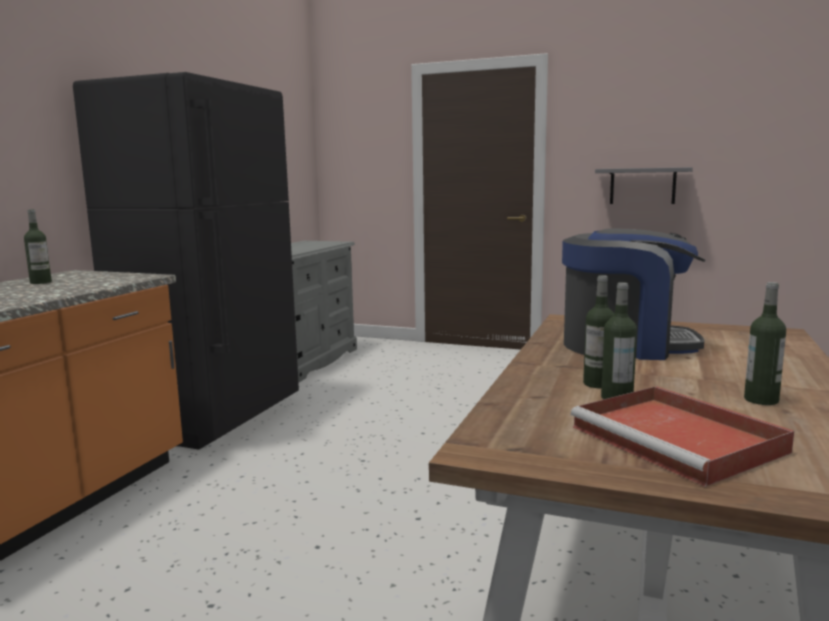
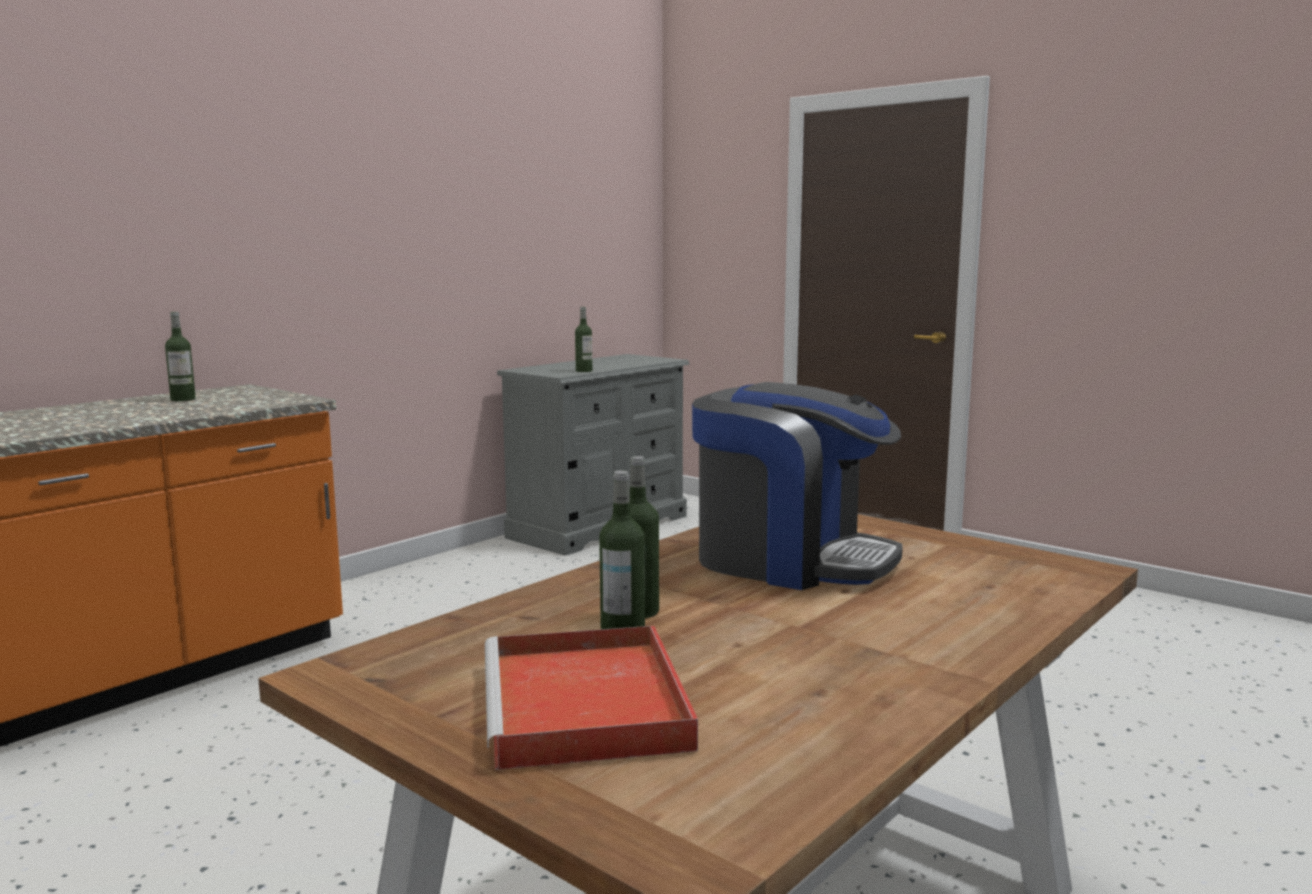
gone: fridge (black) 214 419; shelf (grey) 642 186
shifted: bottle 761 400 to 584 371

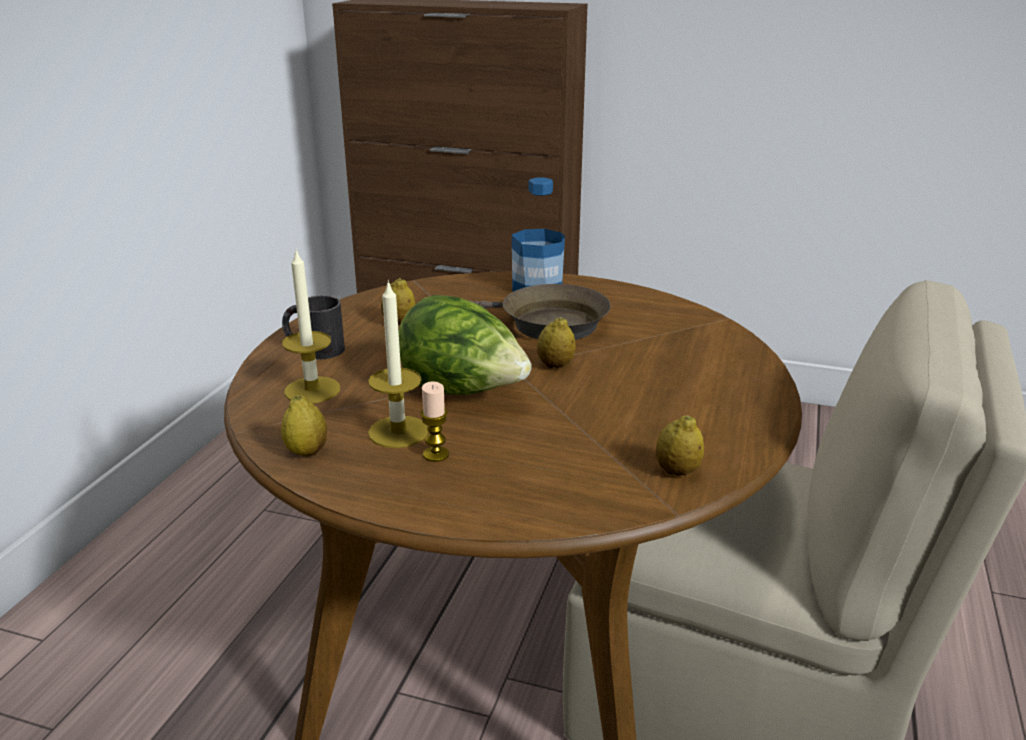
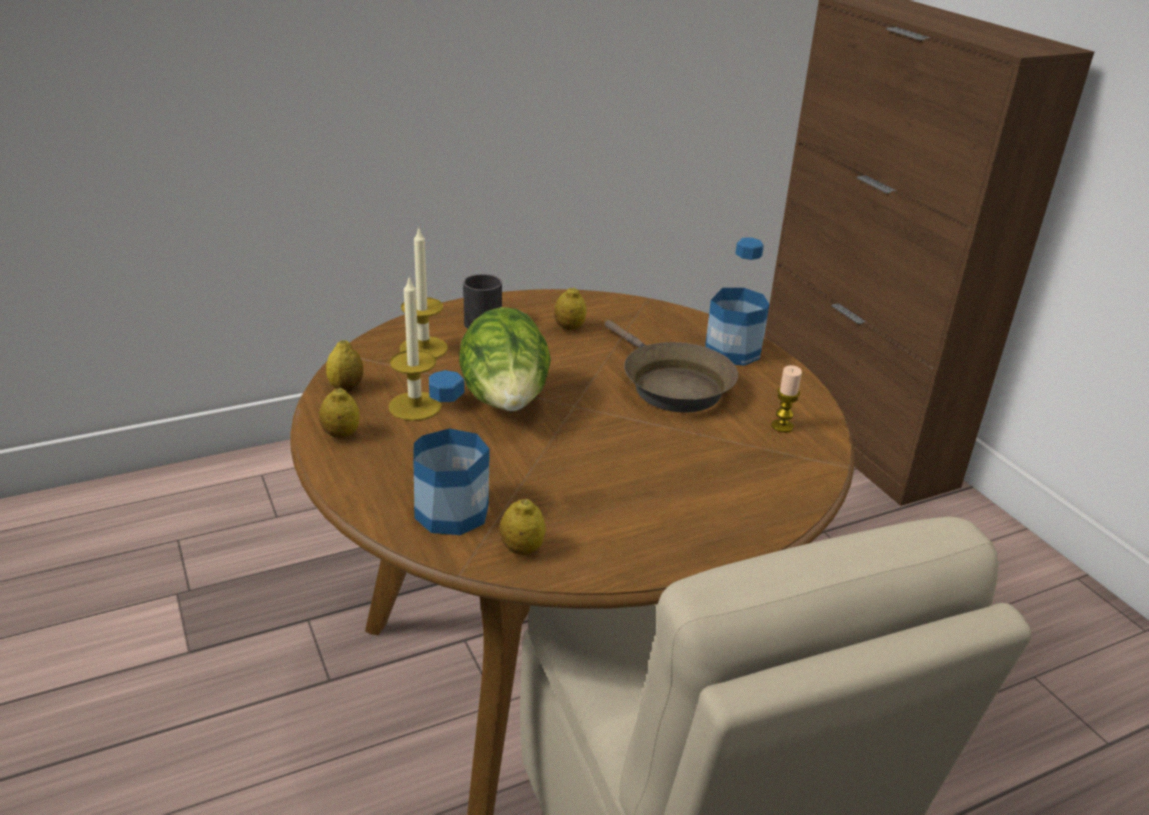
new: bottle 451 512
shifted: lemon 555 365 to 341 434; candle 435 455 to 782 426

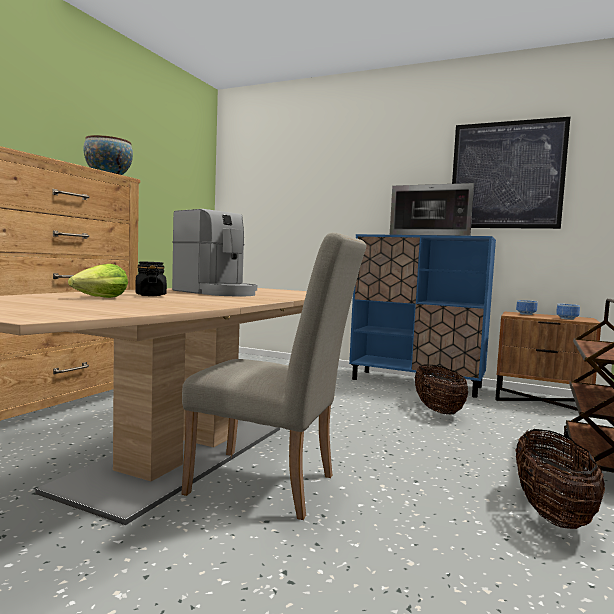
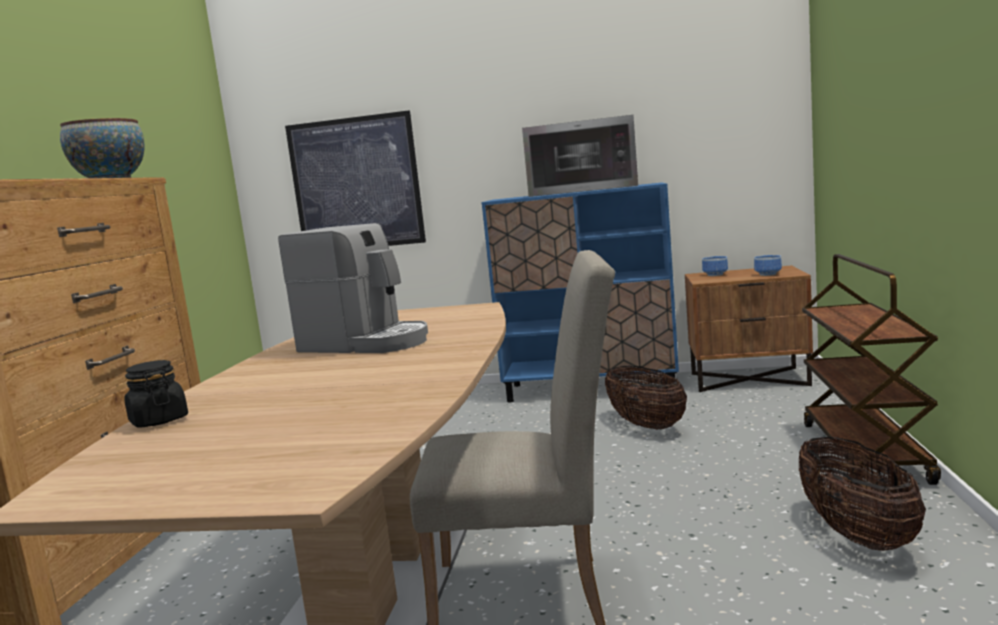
gone: lettuce 101 298
shifted: picture 506 175 to 356 184; jar (black) 150 295 to 158 421

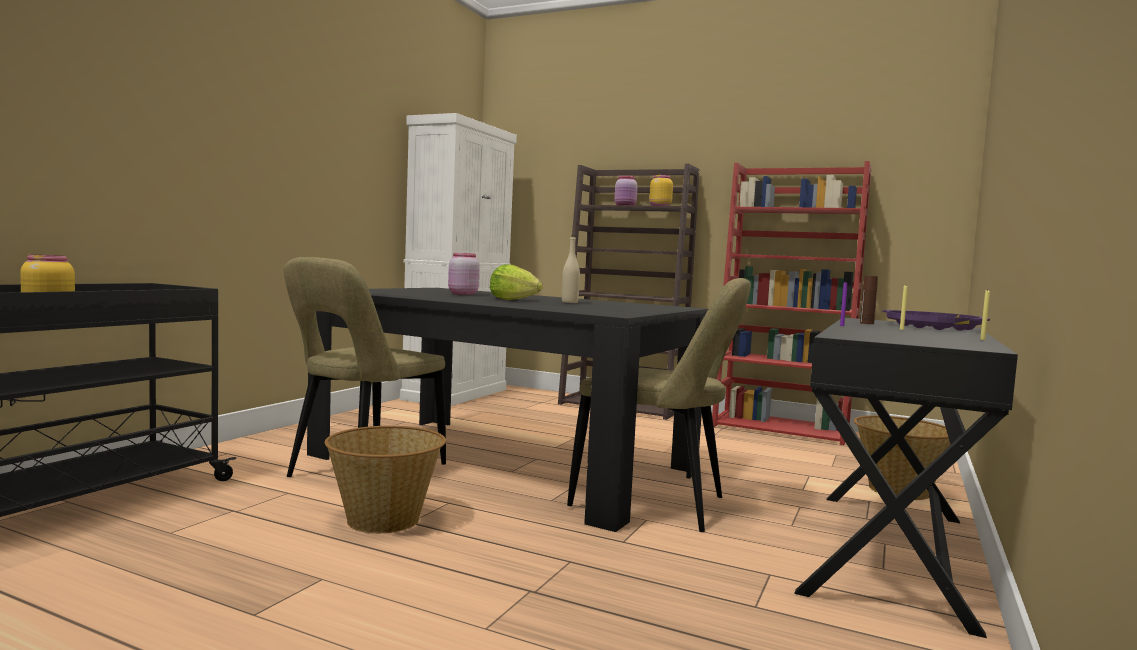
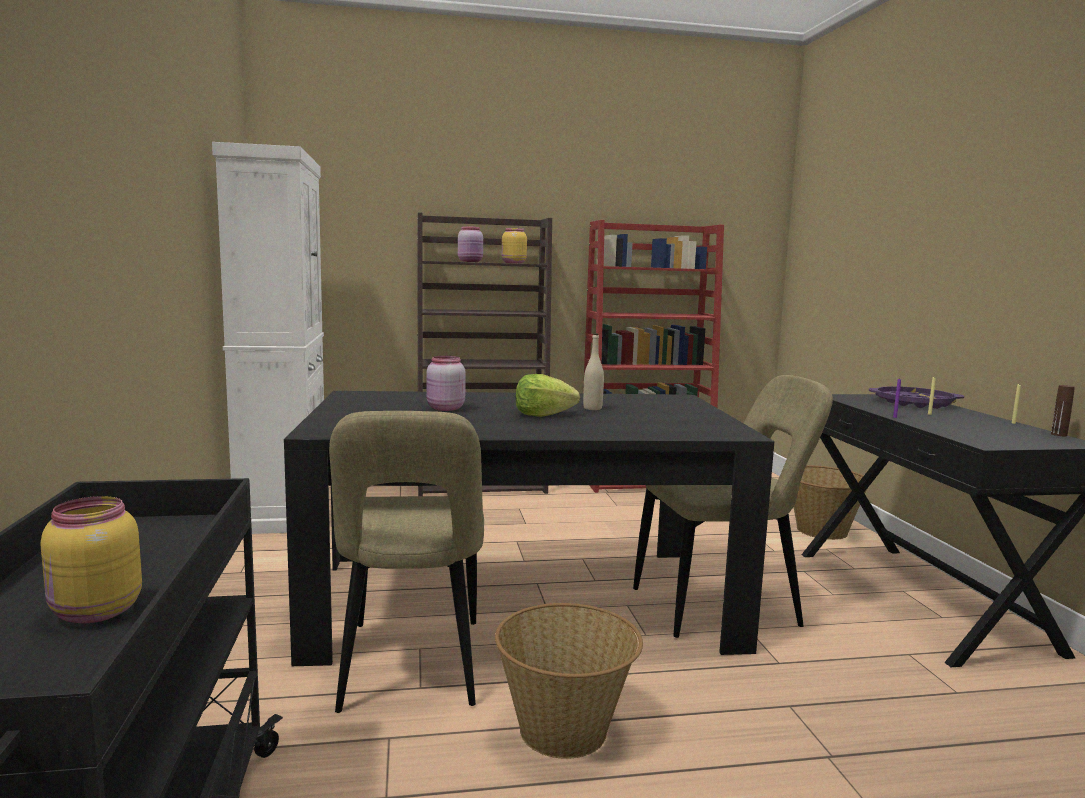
shifted: bottle (brown) 866 323 to 1059 434

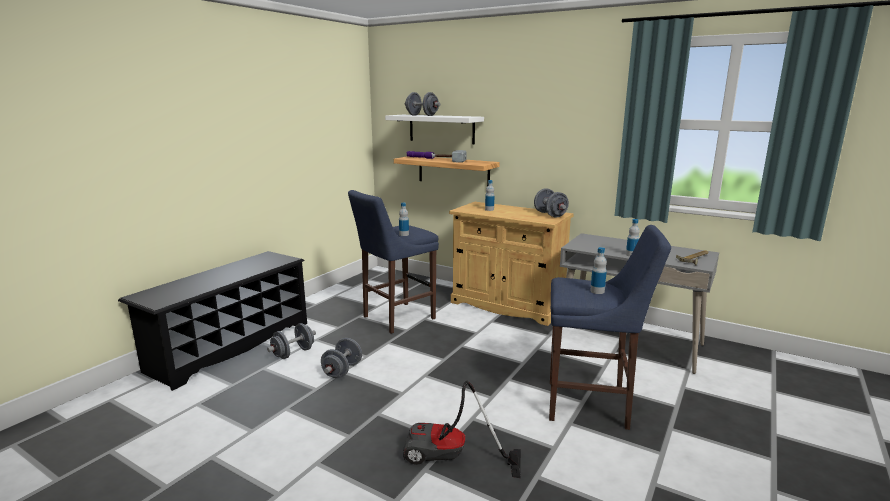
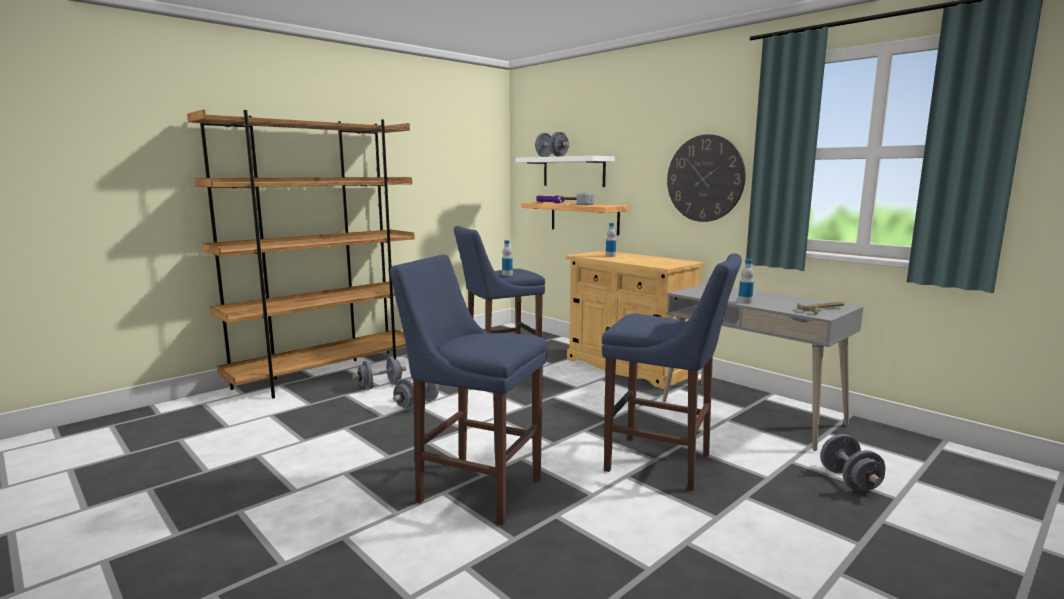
gone: bottle 597 291
new: wall clock 705 178
shifted: dumbbell (grey) 550 214 to 849 481
swapped: shoe rack (black) 231 346 to bookcase (brown) 328 375; vacuum cleaner 450 459 to stool (blue) 474 488

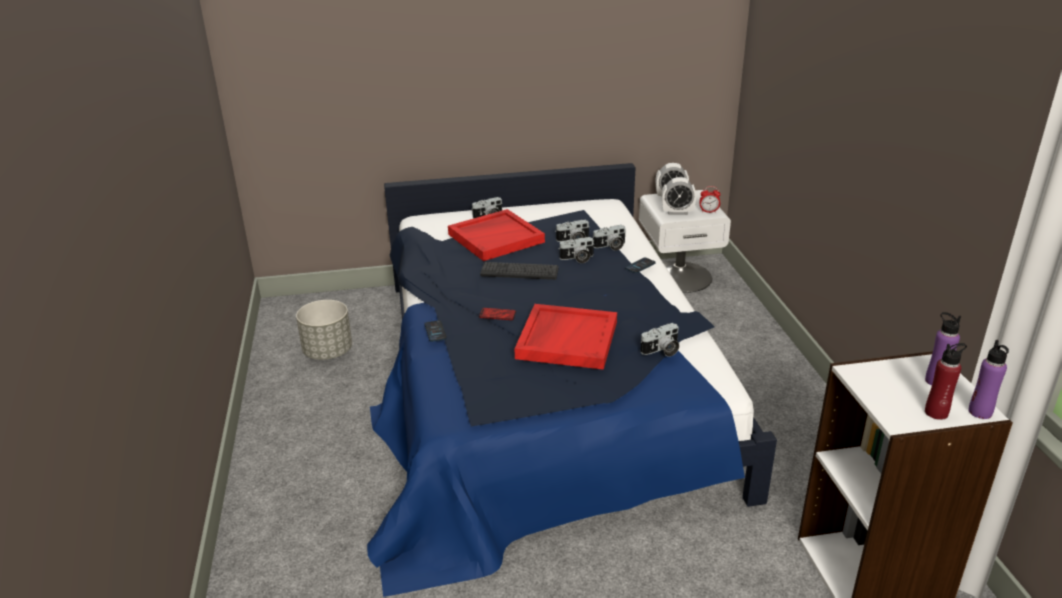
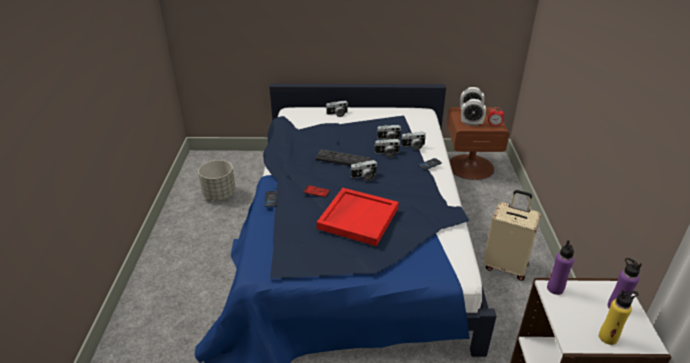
gone: tray (red) 496 238
new: suitcase (beige) 505 266
shifted: photo camera 661 351 to 364 177; bottle (purple) 980 412 to 555 288
repainted: nightstand (white) 678 276 to nightstand (brown) 470 166; bottle (red) 936 412 to bottle (yellow) 608 337

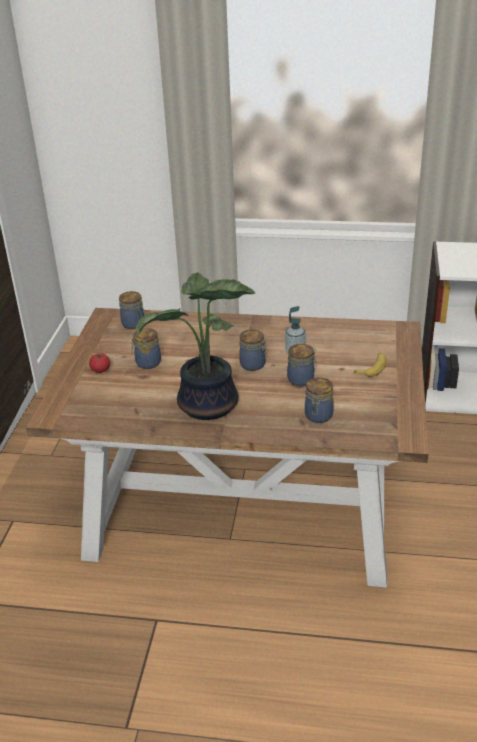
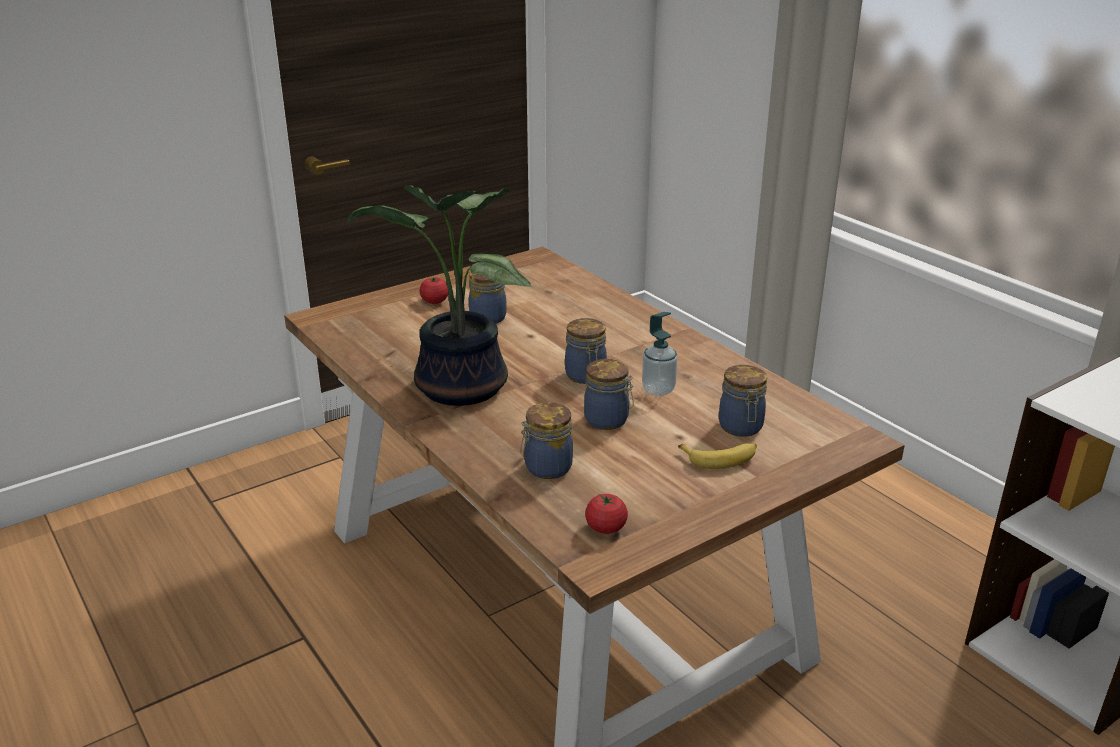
new: tomato 606 528
shifted: jar 134 324 to 741 428

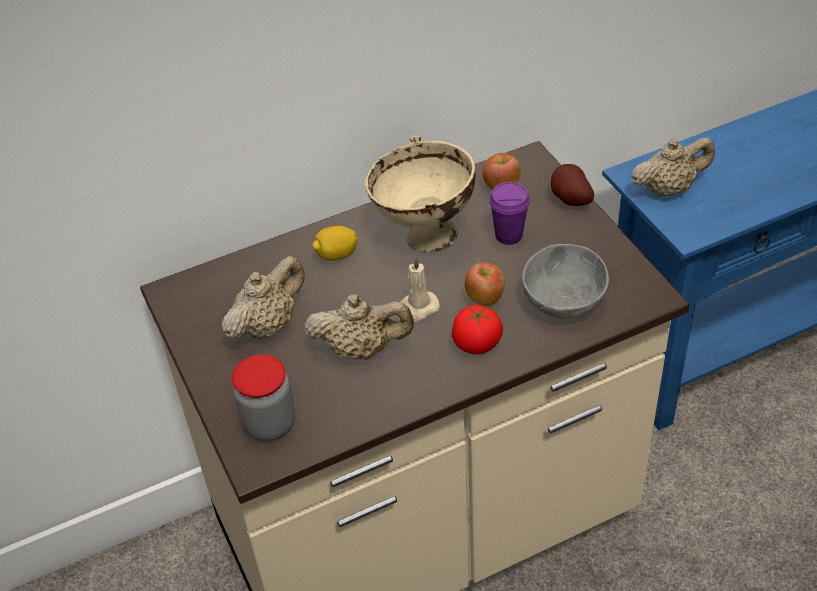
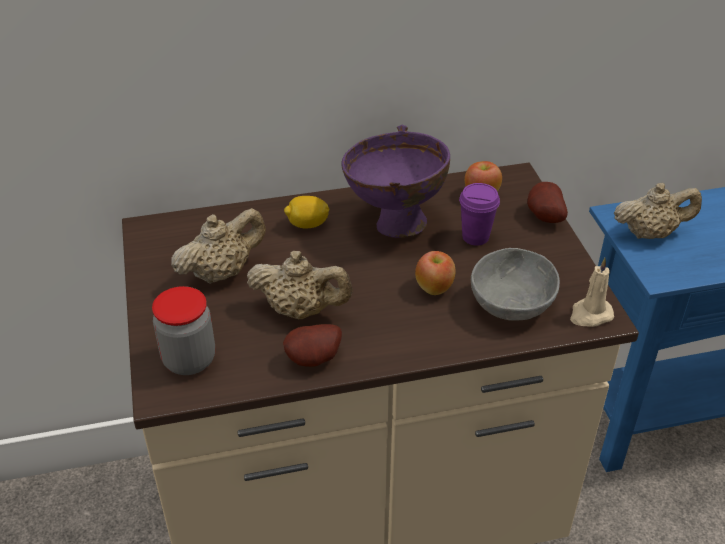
gone: tomato 477 343
new: potato 315 360
shifted: candle (beige) 417 309 to 590 315
repainted: bowl (beige) 424 238 to bowl (purple) 394 225

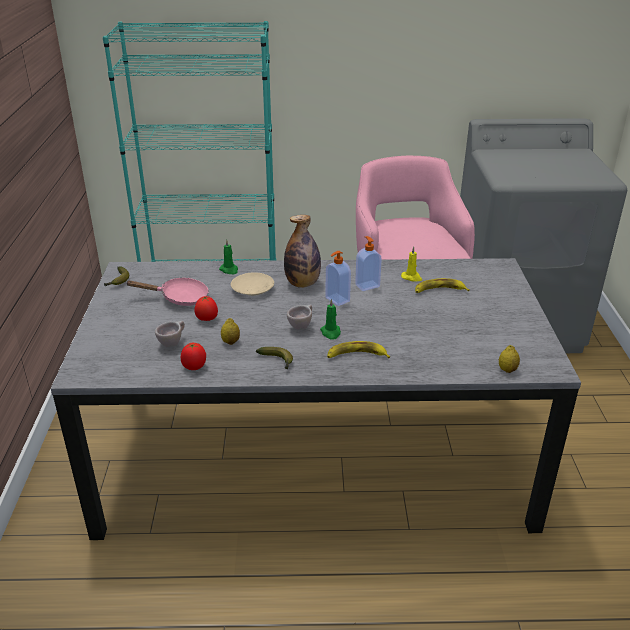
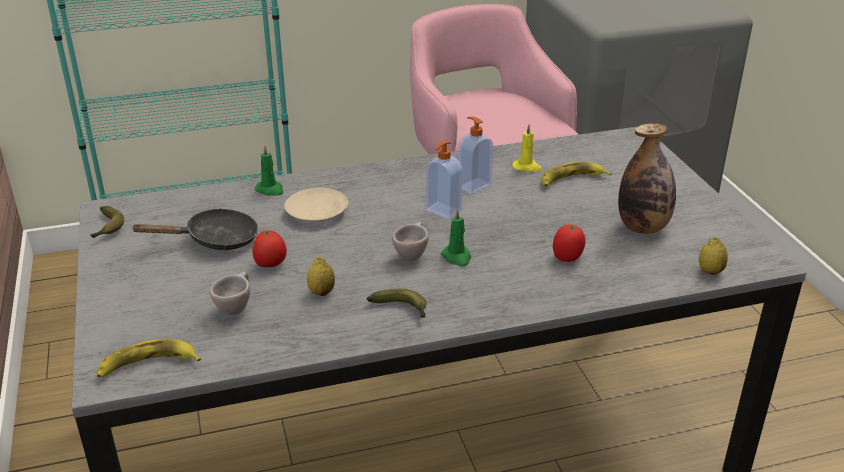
shifted: bottle 302 283 to 643 227; banana 356 355 to 148 364; tomato 194 367 to 567 258
repainted: frying pan (pink) 179 298 to frying pan (black) 215 240

